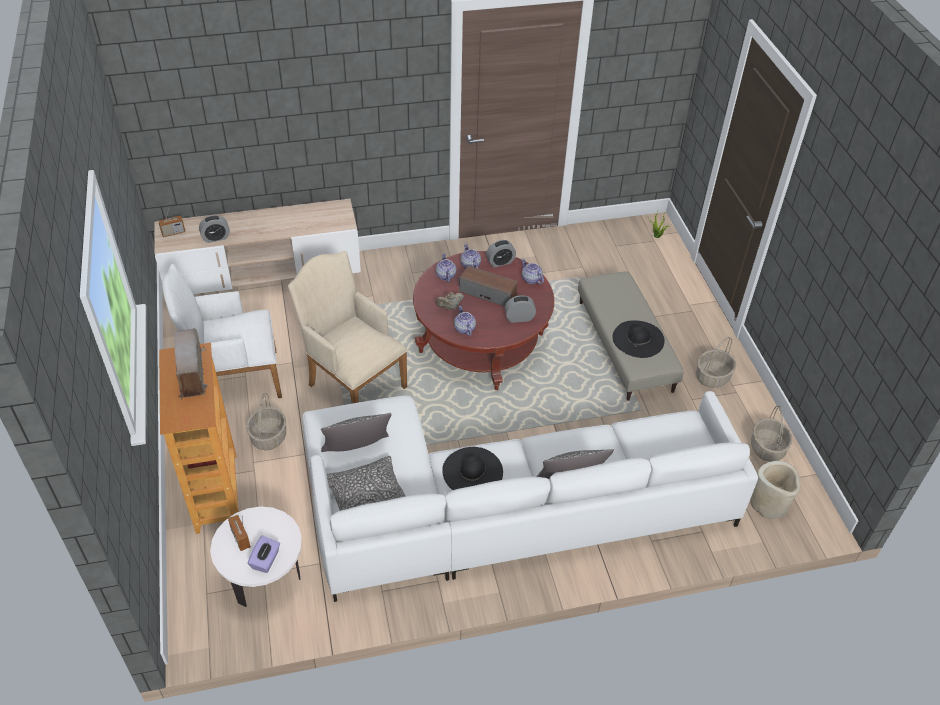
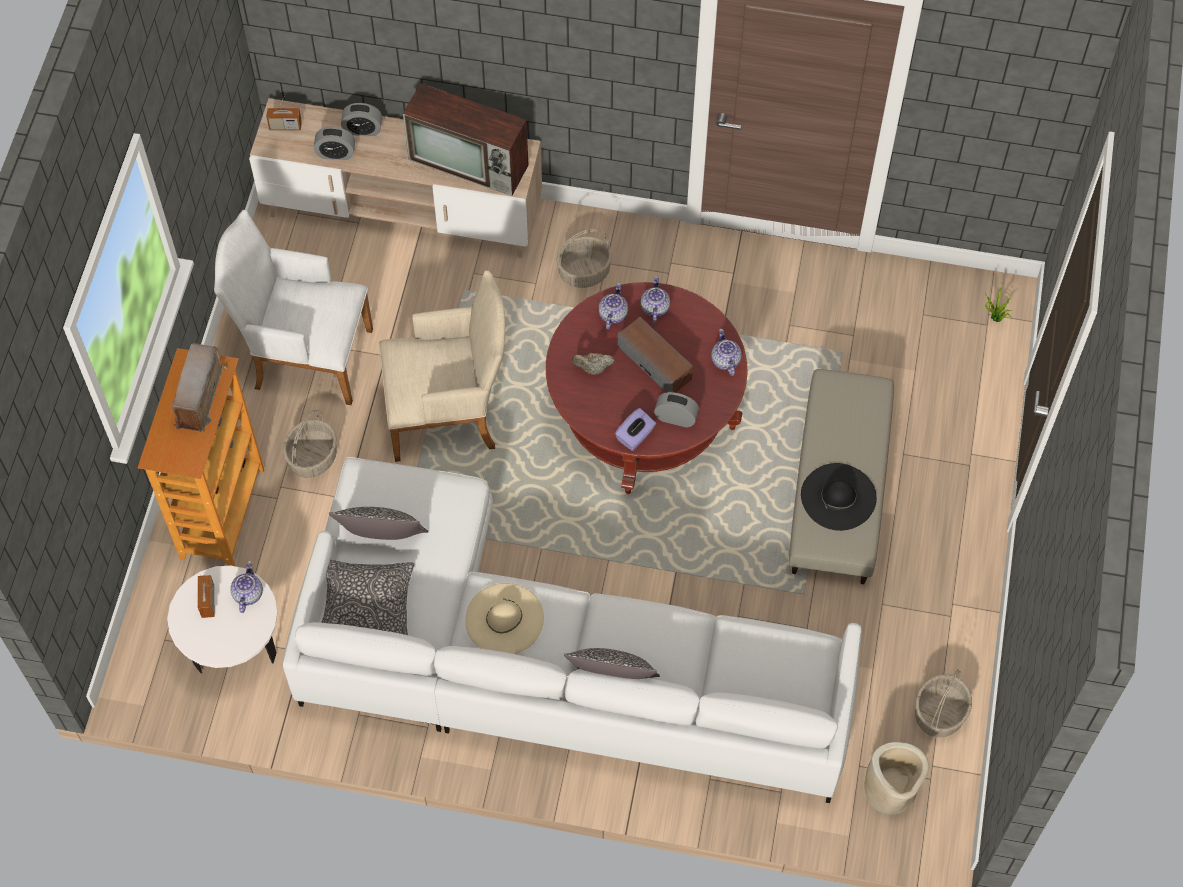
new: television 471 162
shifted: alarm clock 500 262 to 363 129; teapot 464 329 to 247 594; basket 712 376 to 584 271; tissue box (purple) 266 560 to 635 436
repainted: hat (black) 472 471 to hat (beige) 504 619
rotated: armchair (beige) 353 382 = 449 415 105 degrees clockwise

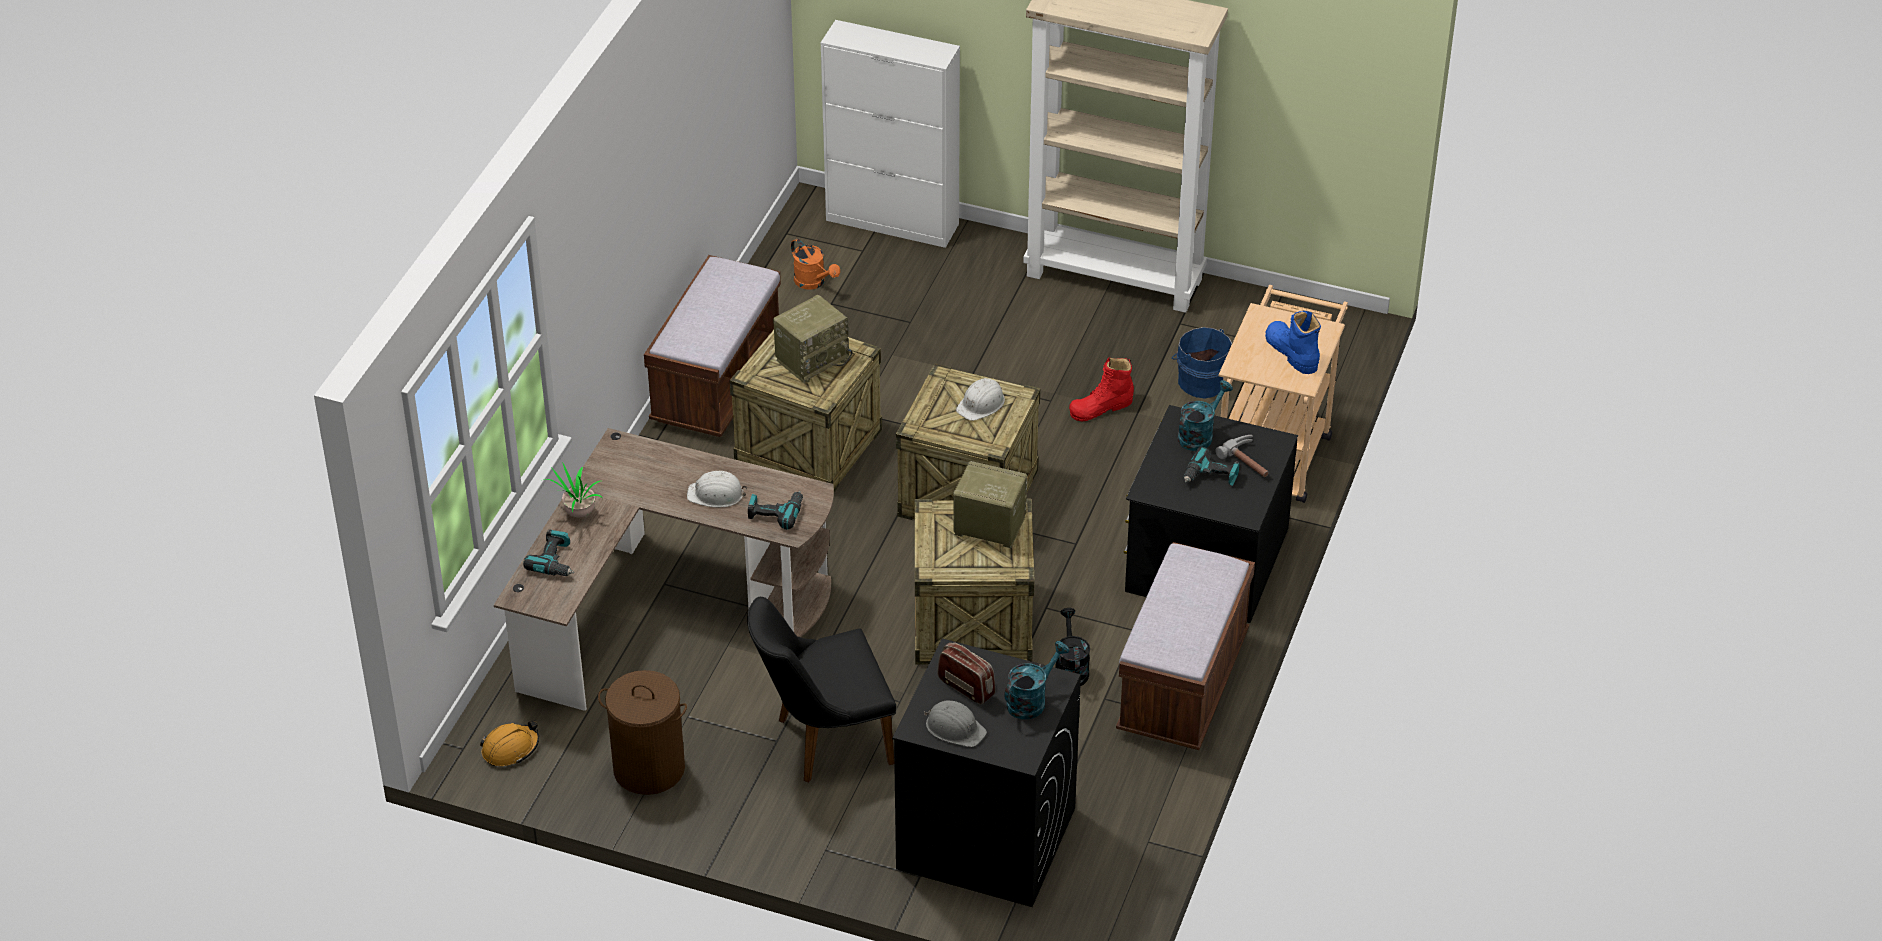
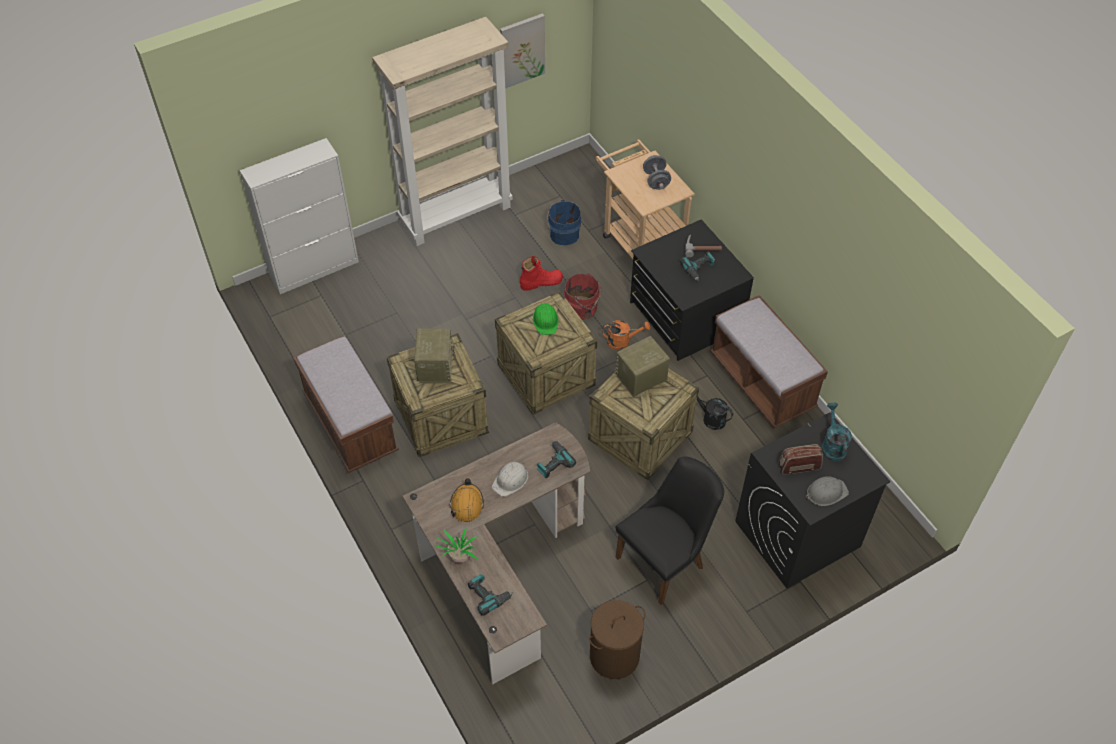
gone: watering can (turquoise) 1199 435
new: picture 522 50; bucket (red) 582 308
shifted: watering can (orange) 813 282 to 622 341; hard hat (orange) 510 749 to 466 504
swapped: boot (blue) 1291 352 to dumbbell (grey) 656 181
repainted: hard hat (white) 981 404 to hard hat (green) 546 321
rotated: boot (red) 1101 407 = 541 282 120 degrees counterclockwise; chair (black) 823 742 = 667 559 150 degrees counterclockwise

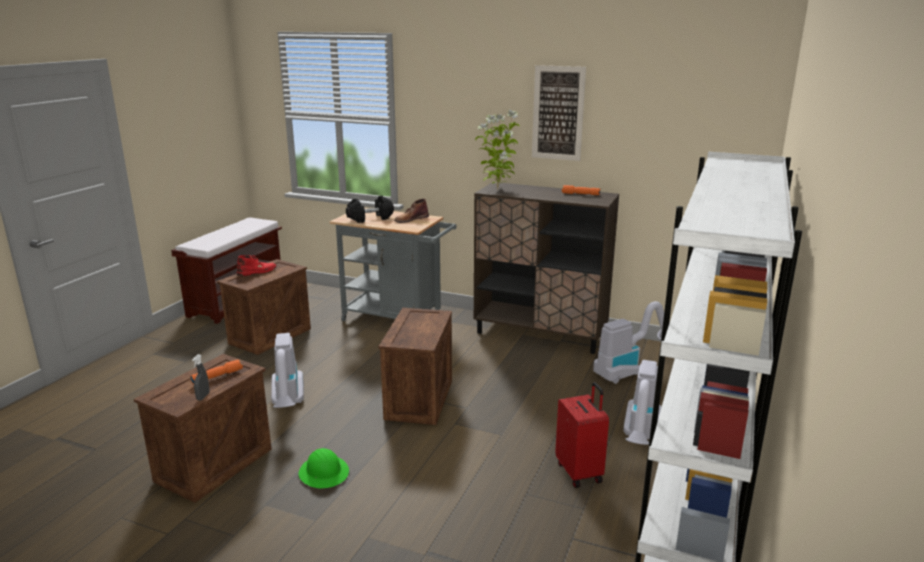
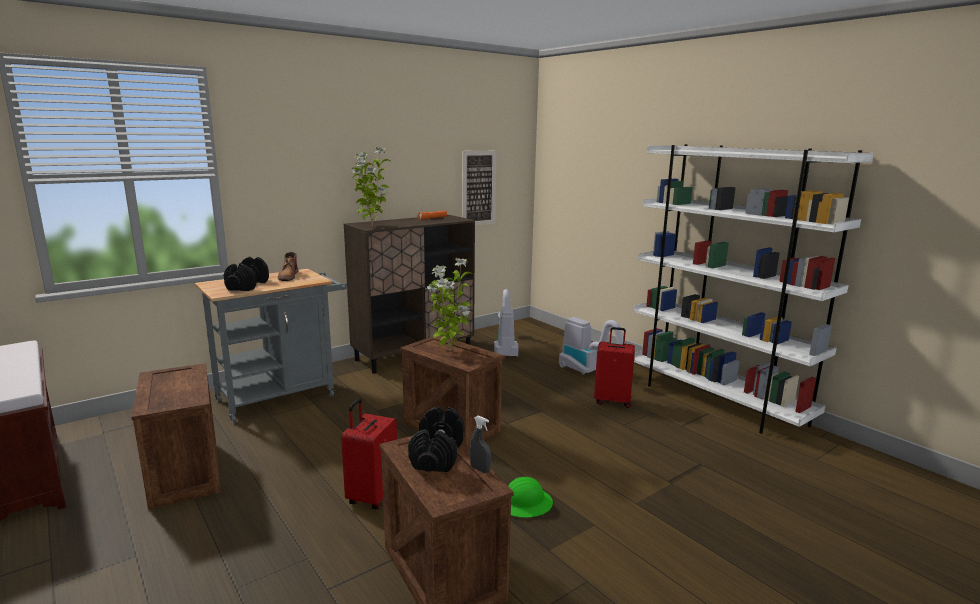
gone: boot (red) 257 271
new: potted plant 448 350
shifted: picture 558 113 to 478 188
swapped: vacuum cleaner 288 404 to suitcase (red) 371 496; flashlight (orange) 217 376 to dumbbell (black) 437 454

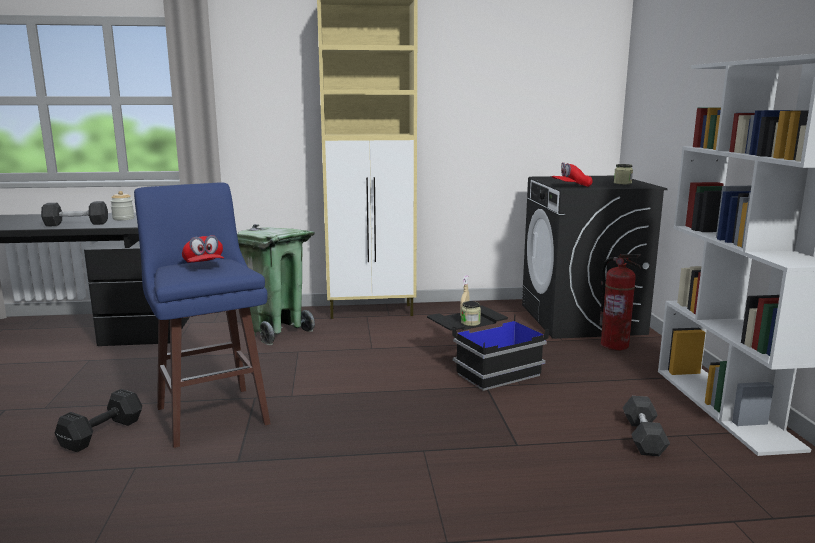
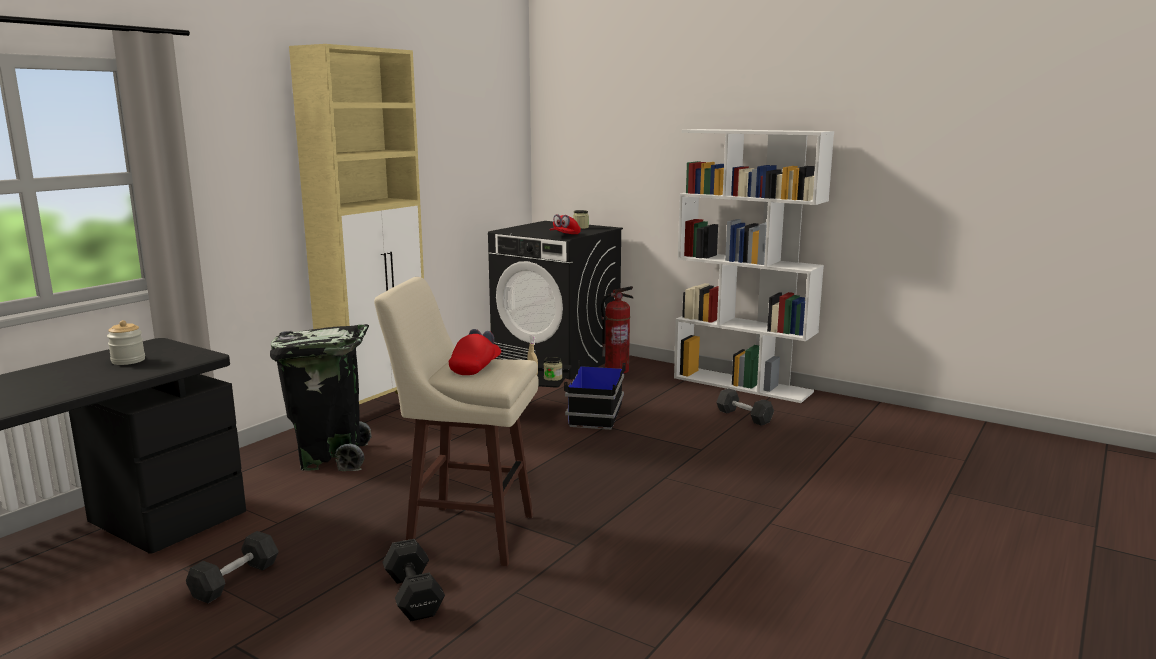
shifted: dumbbell (grey) 76 224 to 235 580
repainted: stool (blue) 212 414 to stool (beige) 467 534; trash can (green) 276 331 to trash can (black) 331 458
rotated: cap (red) 204 266 = 475 367 75 degrees counterclockwise

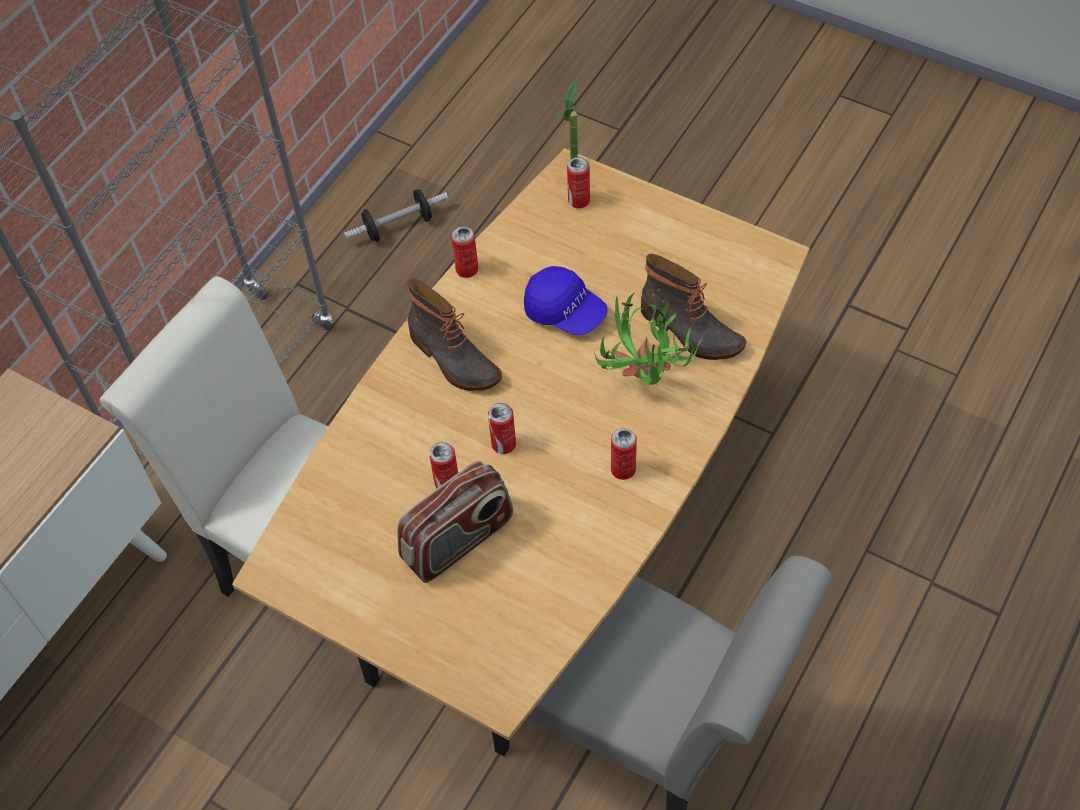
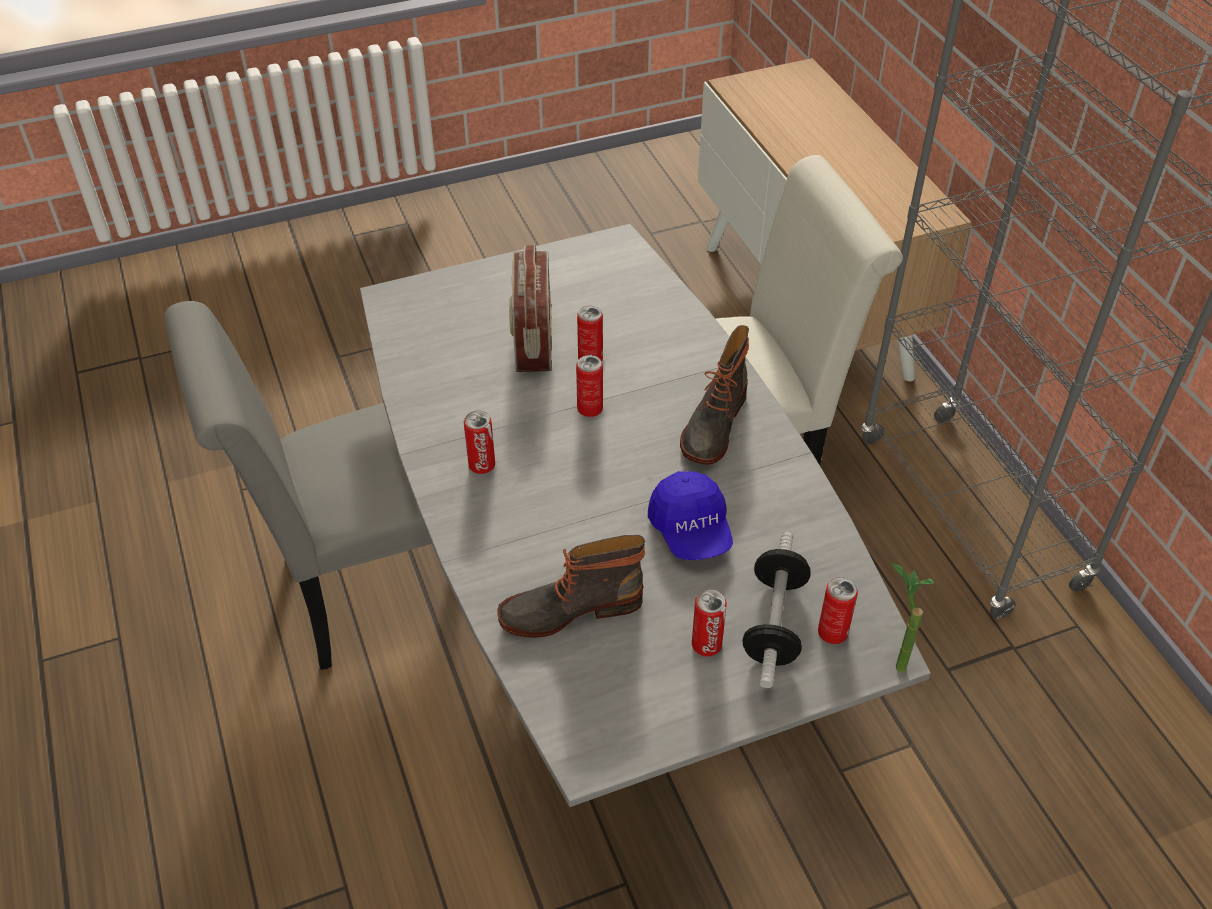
gone: potted plant 643 384
shifted: dumbbell 398 226 to 774 623; can 467 270 to 706 645
repainted: dining table (brown) 549 541 to dining table (grey) 606 640
rotated: cap (blue) 565 312 = 691 530 90 degrees counterclockwise; boot 453 359 = 712 425 60 degrees counterclockwise

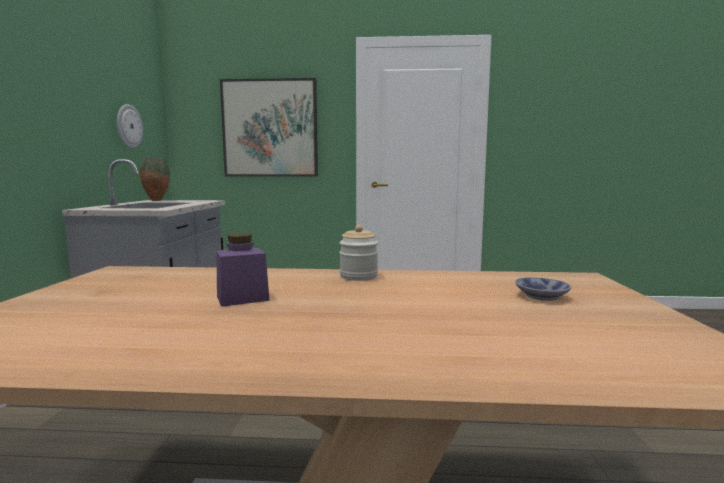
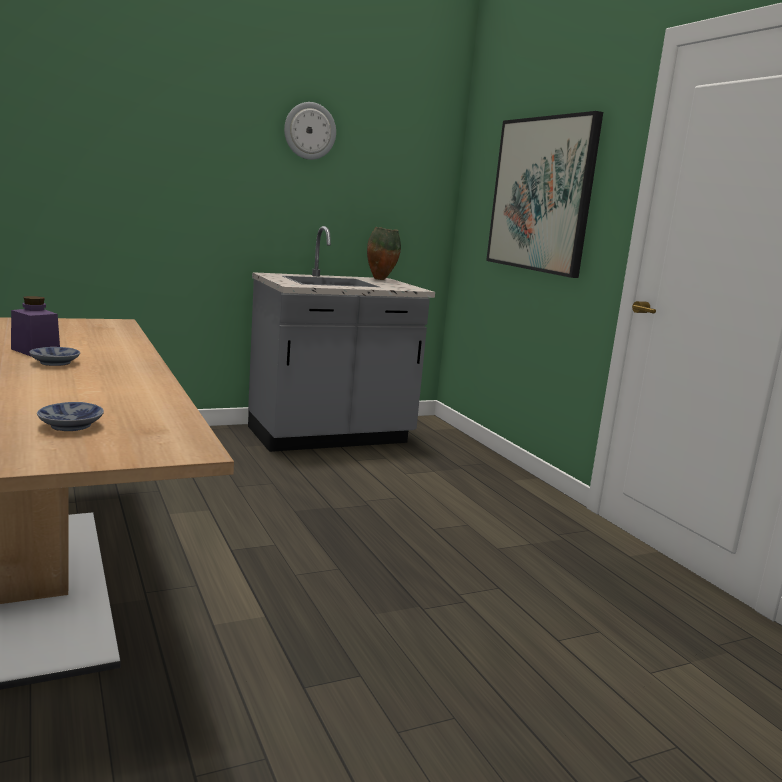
gone: jar 358 276
new: bowl 55 363
shifted: wall clock 128 126 to 309 131

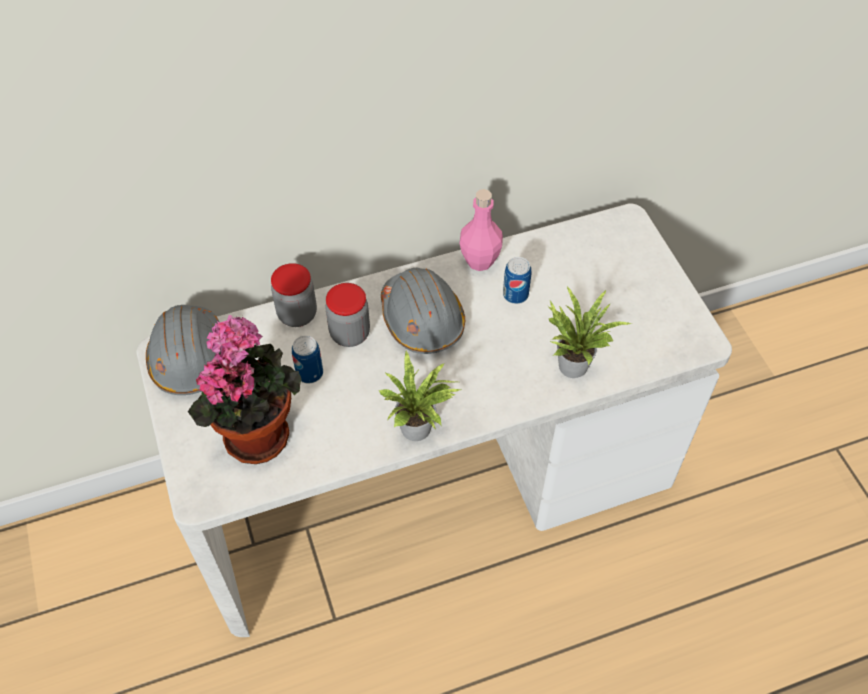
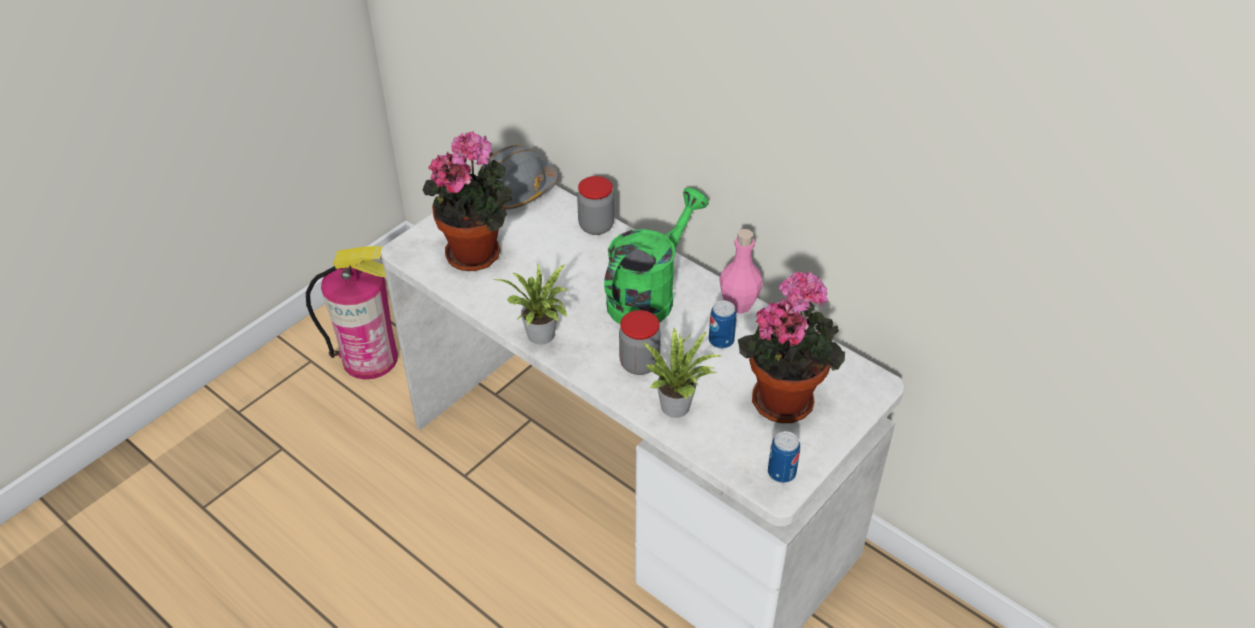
new: fire extinguisher 370 358; potted plant 784 397
shifted: jar 350 333 to 639 363; can 309 373 to 781 473
swapped: hard hat (grey) 422 319 to watering can (green) 648 295

